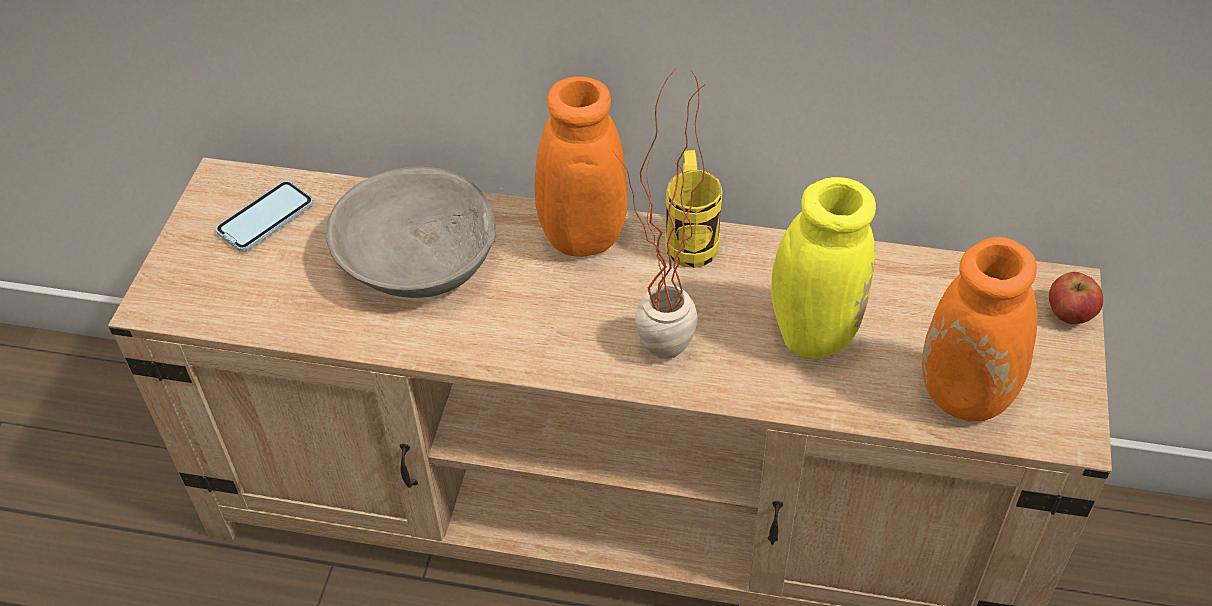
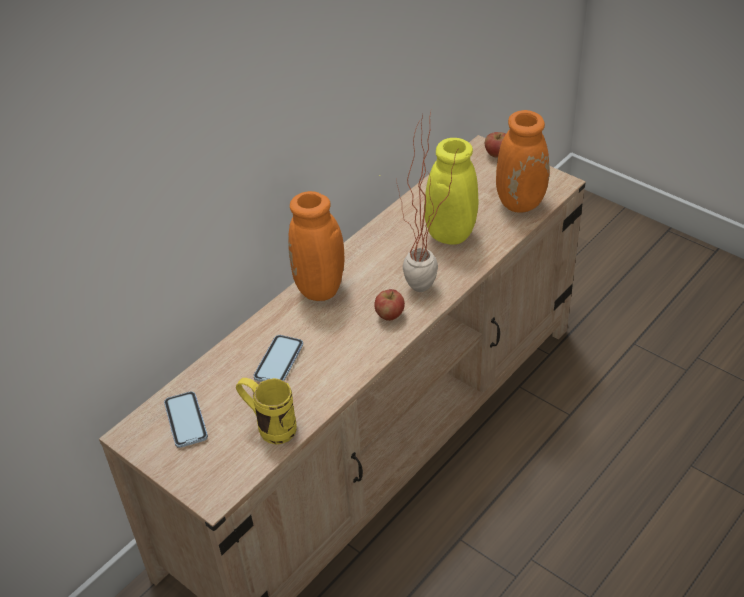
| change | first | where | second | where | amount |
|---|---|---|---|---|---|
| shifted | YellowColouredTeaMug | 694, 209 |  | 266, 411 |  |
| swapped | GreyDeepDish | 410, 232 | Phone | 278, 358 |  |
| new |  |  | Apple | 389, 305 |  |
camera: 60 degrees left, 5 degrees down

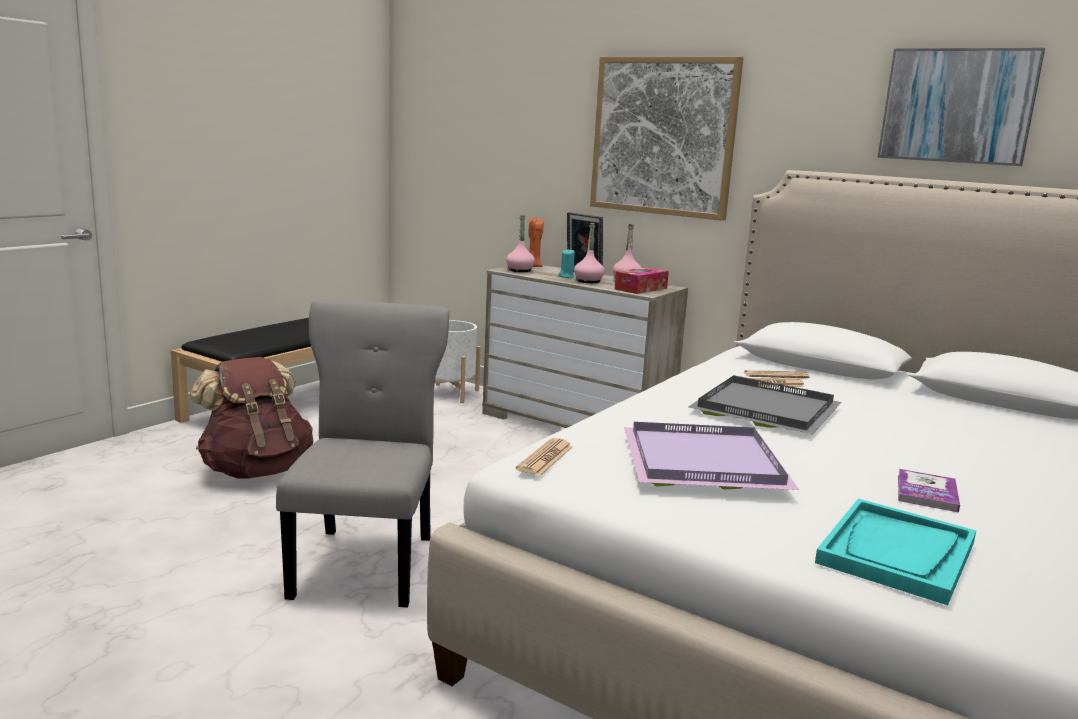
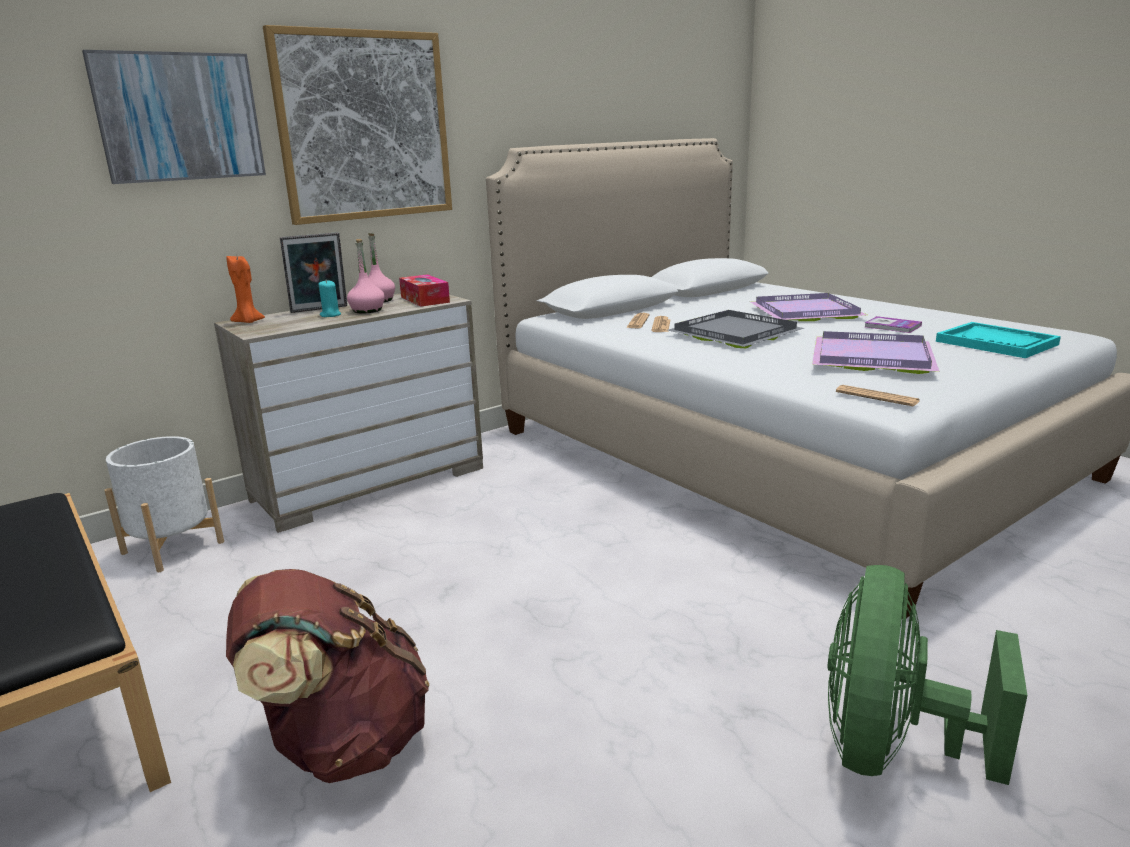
| change | first | where | second | where | amount |
|---|---|---|---|---|---|
| shifted | WallArt | 961, 107 |  | 174, 117 |  |
| new |  |  | PurplishTray | 809, 307 |  |
| new |  |  | GreenColouredCoolingFan | 927, 675 |  |
| gone | GreyUprightChair | 362, 453 |  |  |  |
| gone | PinkishBottle | 520, 243 |  |  |  |
camera: 70 degrees left, 5 degrees up

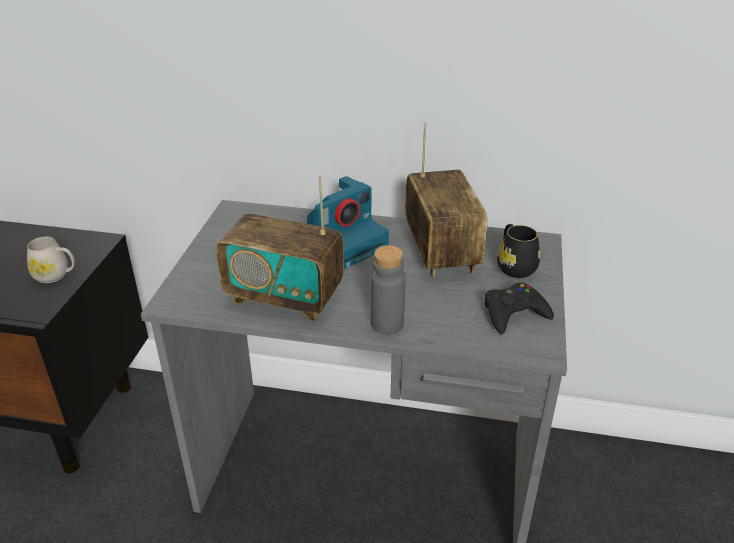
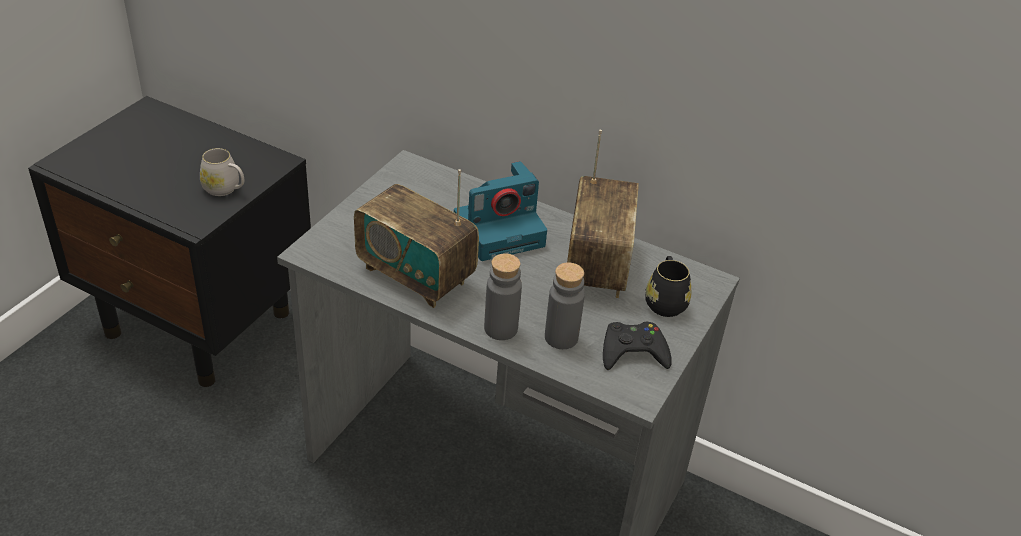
| change | first | where | second | where | amount |
|---|---|---|---|---|---|
| new |  |  | GreyBottle | 565, 305 |  |
camera: 15 degrees right, 5 degrees up

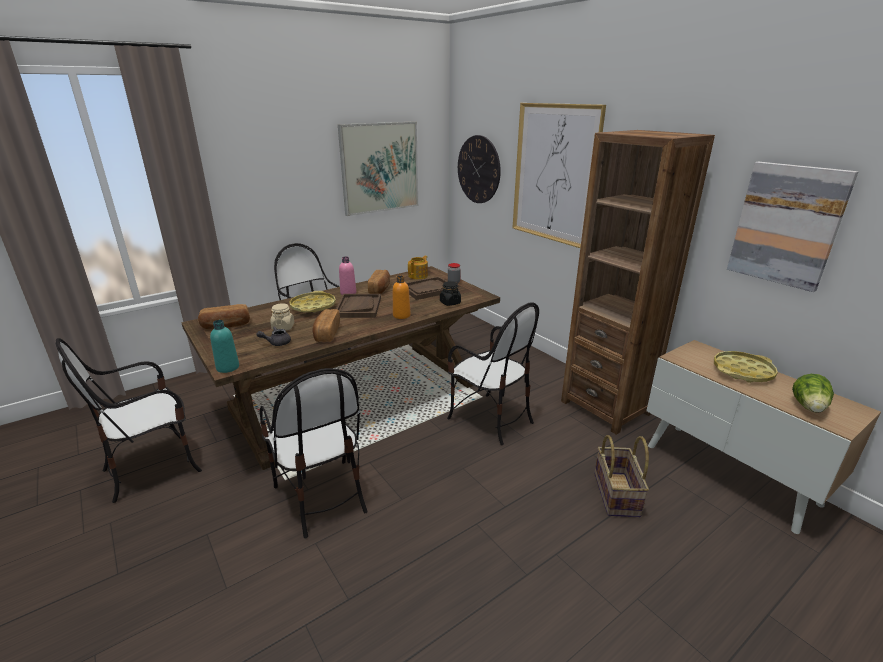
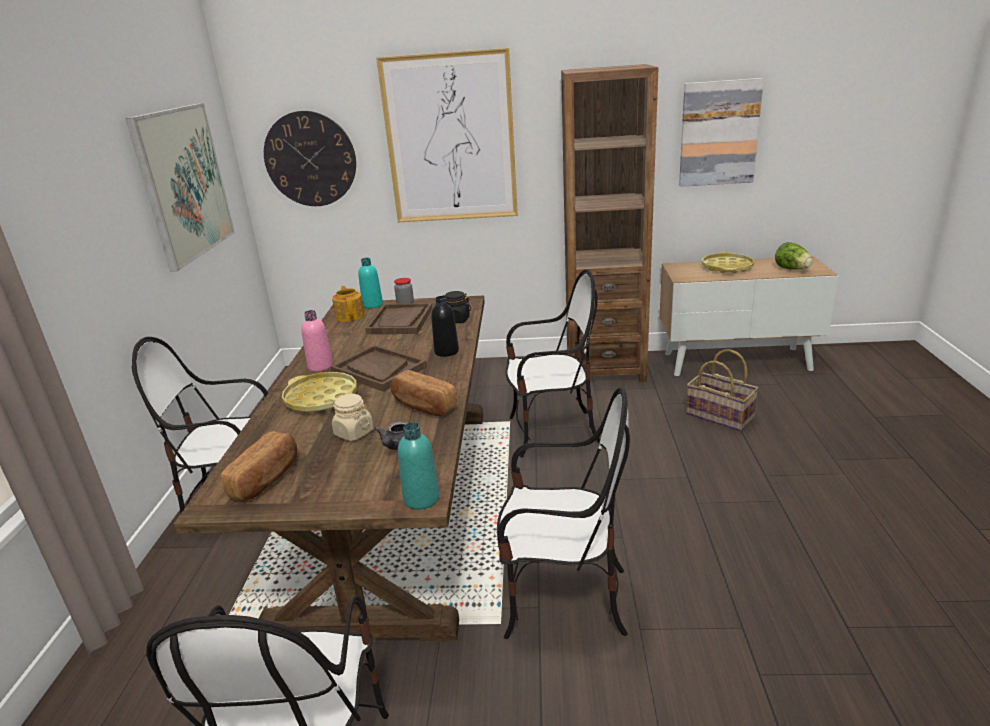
| change | first | where | second | where | amount |
|---|---|---|---|---|---|
| new |  |  | BlueGreenBottle | 370, 283 |  |
| repainted | OrangeyBottle | 402, 297 | BlackishBottle | 445, 326 |  |
| gone | BakeryBread | 379, 282 |  |  |  |
camera: 50 degrees left, 0 degrees up

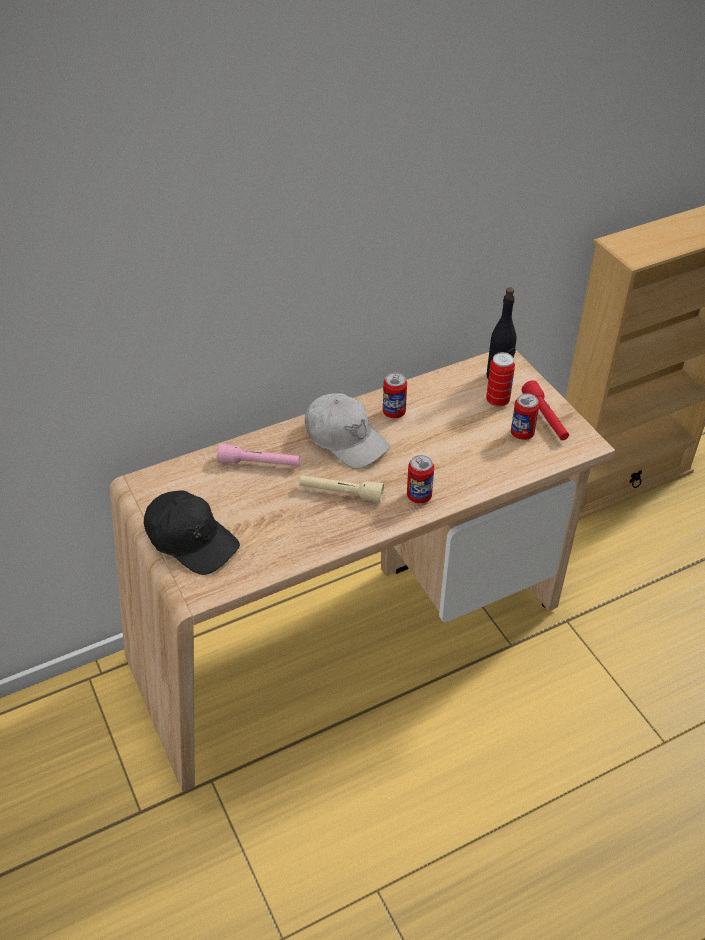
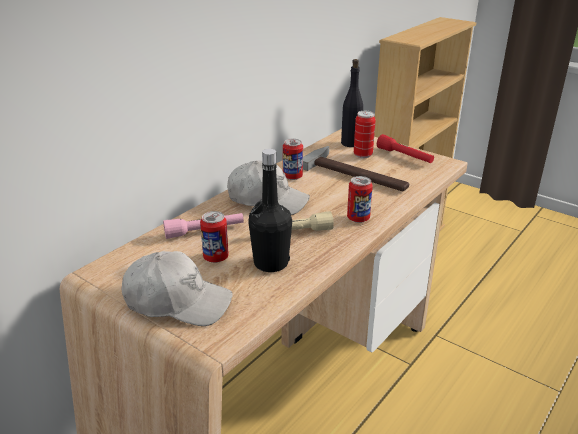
| change | first | where | second | where | amount |
|---|---|---|---|---|---|
| repainted | BlackishCap | 192, 533 | WhiteColouredCap | 177, 288 |  |
| shifted | Can | 525, 416 |  | 214, 237 |  |
| new |  |  | BlackishBottle | 270, 210 |  |
| new |  |  | Hammer | 356, 169 |  |
camera: 25 degrees left, 15 degrees down

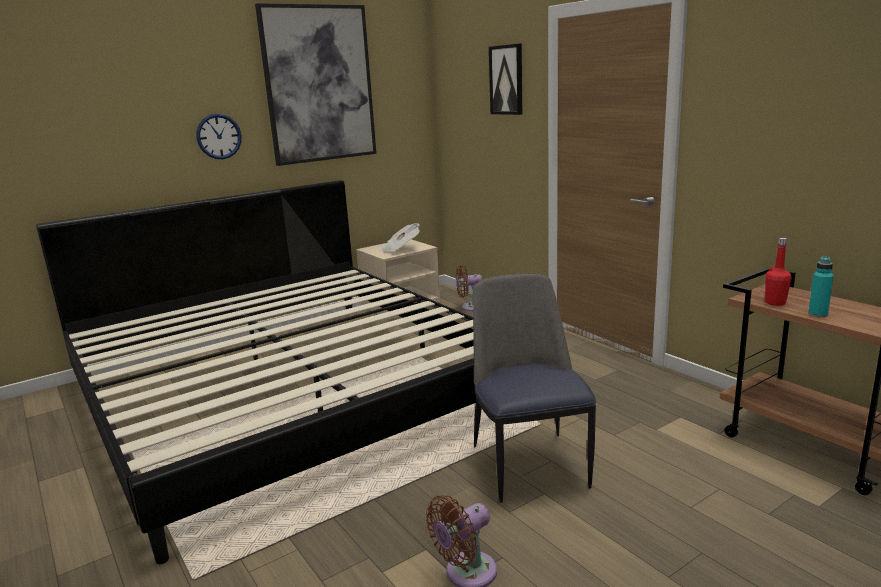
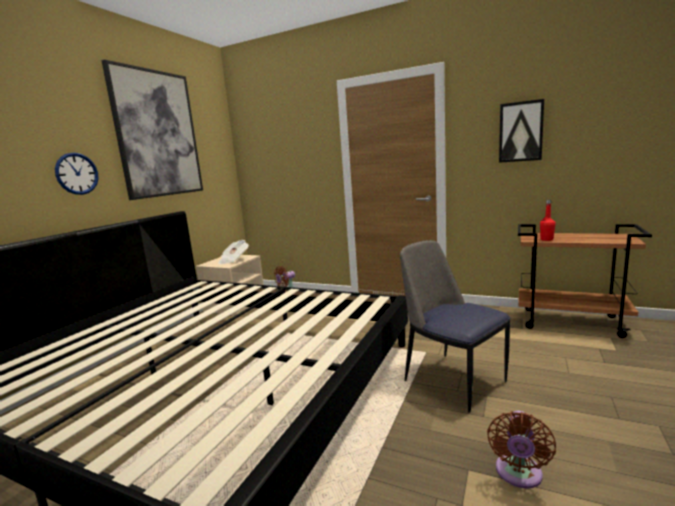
| change | first | where | second | where | amount |
|---|---|---|---|---|---|
| shifted | WallArt | 505, 79 |  | 521, 131 |  |
| gone | BlueGreenBottle | 821, 286 |  |  |  |
camera: 30 degrees left, 5 degrees down

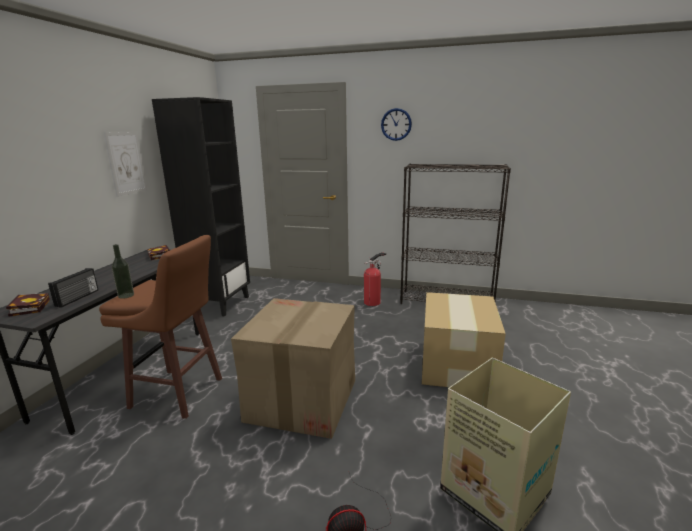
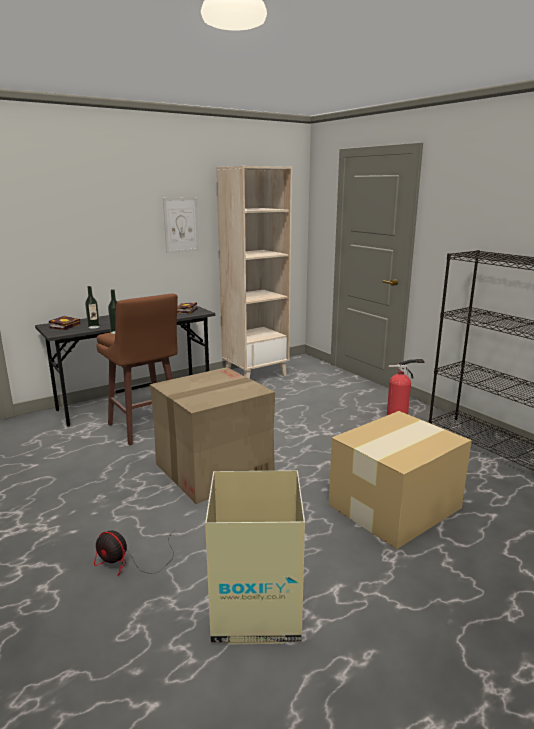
| change | first | where | second | where | amount |
|---|---|---|---|---|---|
| swapped | RadioReceiver | 73, 288 | Bottle | 92, 307 |  |
| repainted | BlackishBookshelf | 201, 207 | SandColouredBookshelf | 254, 272 |  |
| gone | WallClock | 396, 124 |  |  |  |
camera: 40 degrees right, 0 degrees up

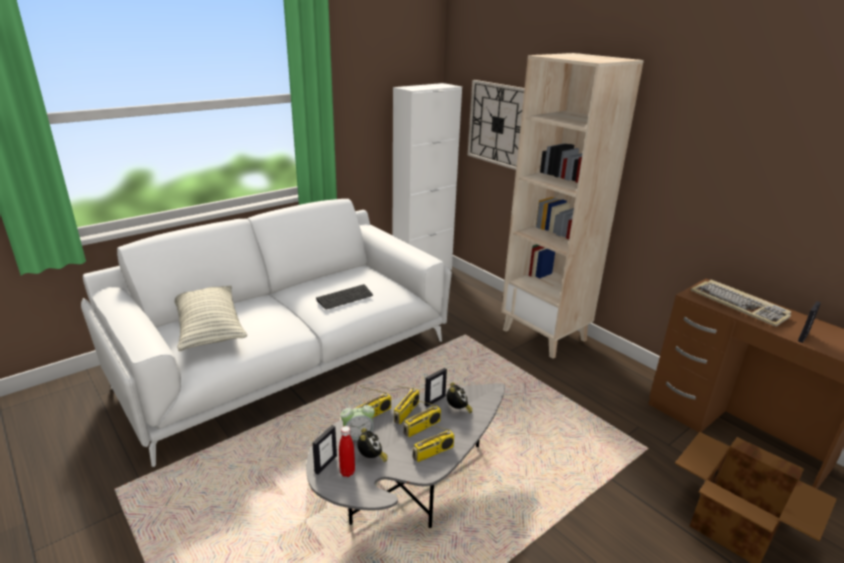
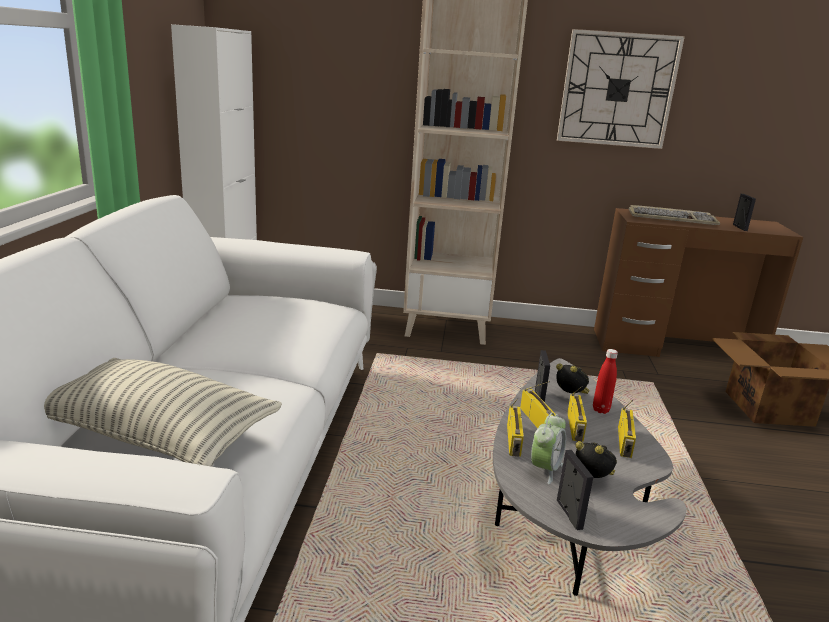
| change | first | where | second | where | amount |
|---|---|---|---|---|---|
| shifted | WallClock | 496, 125 |  | 621, 89 |  |
| shifted | RedBottle | 347, 451 |  | 605, 381 |  |
| gone | ComputerKeyboard | 344, 296 |  |  |  |
camera: 45 degrees left, 5 degrees down

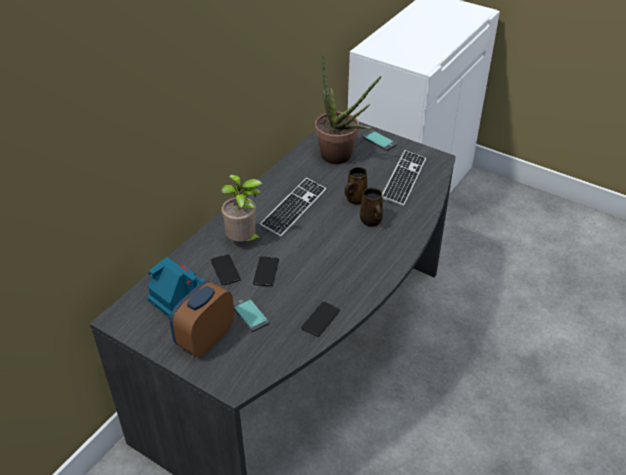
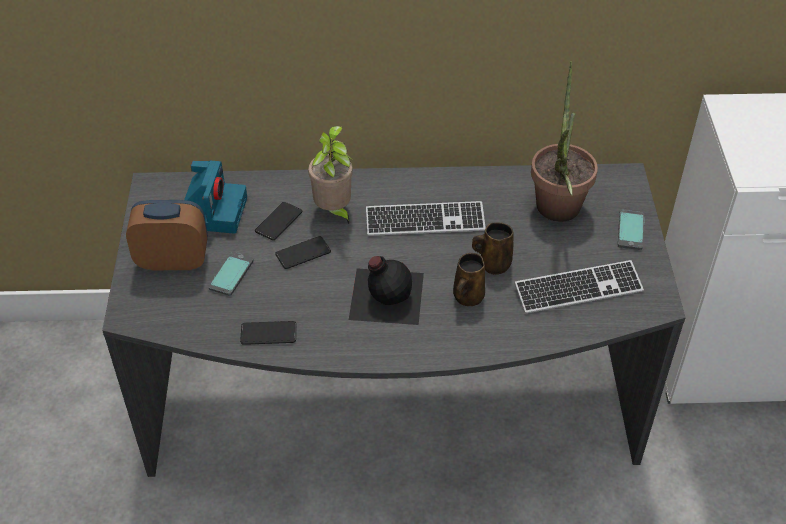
| change | first | where | second | where | amount |
|---|---|---|---|---|---|
| new |  |  | BlackishBottle | 386, 290 |  |
camera: 55 degrees right, 5 degrees up

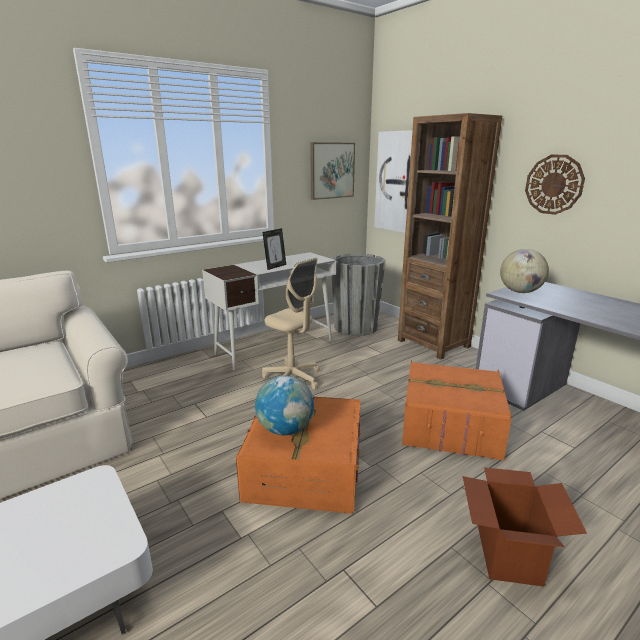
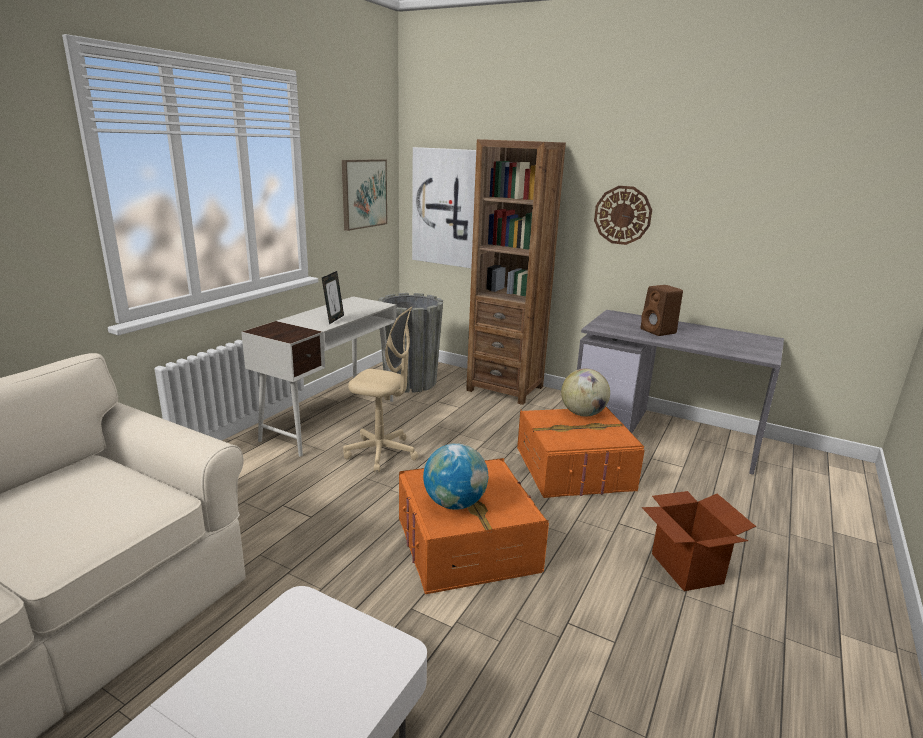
| change | first | where | second | where | amount |
|---|---|---|---|---|---|
| shifted | DeskGlobe | 524, 271 |  | 585, 393 |  |
| new |  |  | BrownishAudioSpeaker | 662, 310 |  |
camera: 25 degrees left, 0 degrees up

